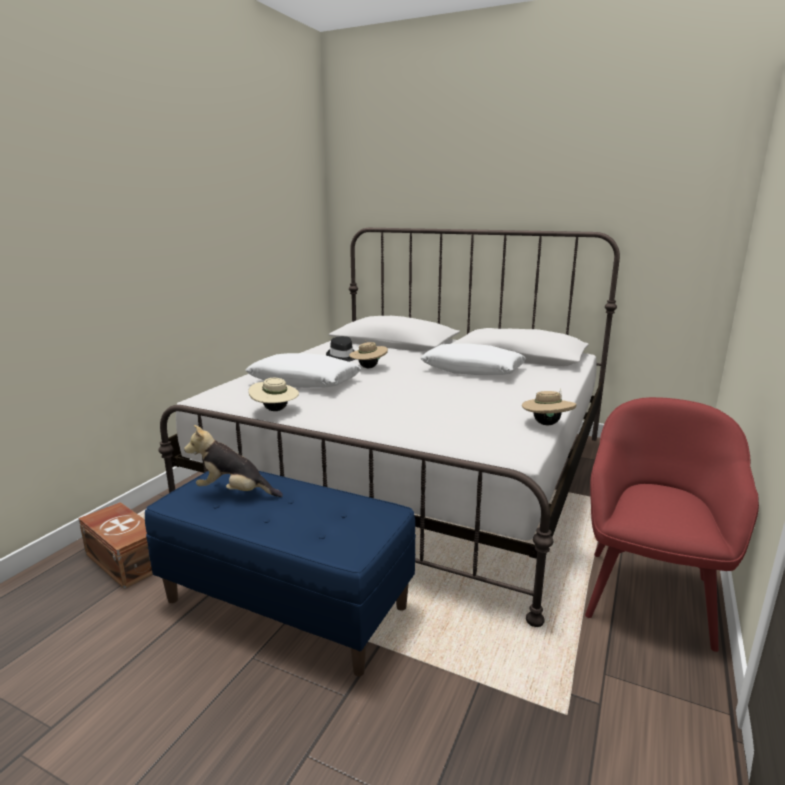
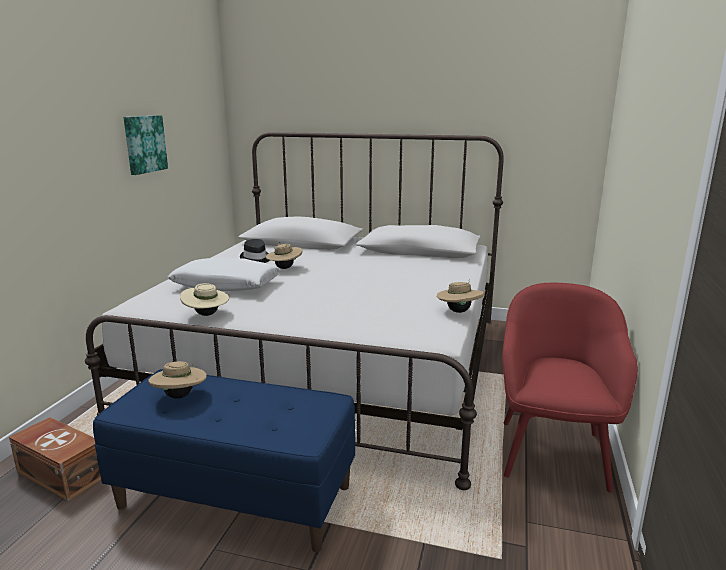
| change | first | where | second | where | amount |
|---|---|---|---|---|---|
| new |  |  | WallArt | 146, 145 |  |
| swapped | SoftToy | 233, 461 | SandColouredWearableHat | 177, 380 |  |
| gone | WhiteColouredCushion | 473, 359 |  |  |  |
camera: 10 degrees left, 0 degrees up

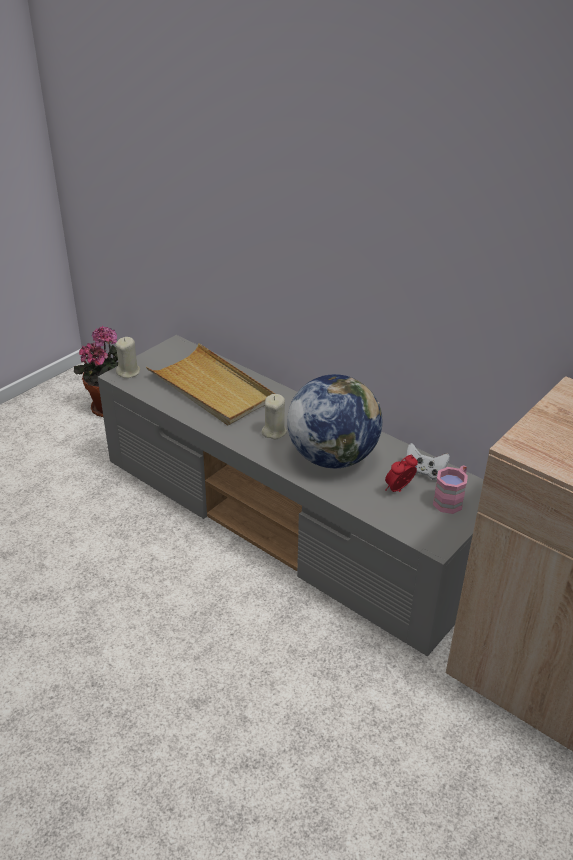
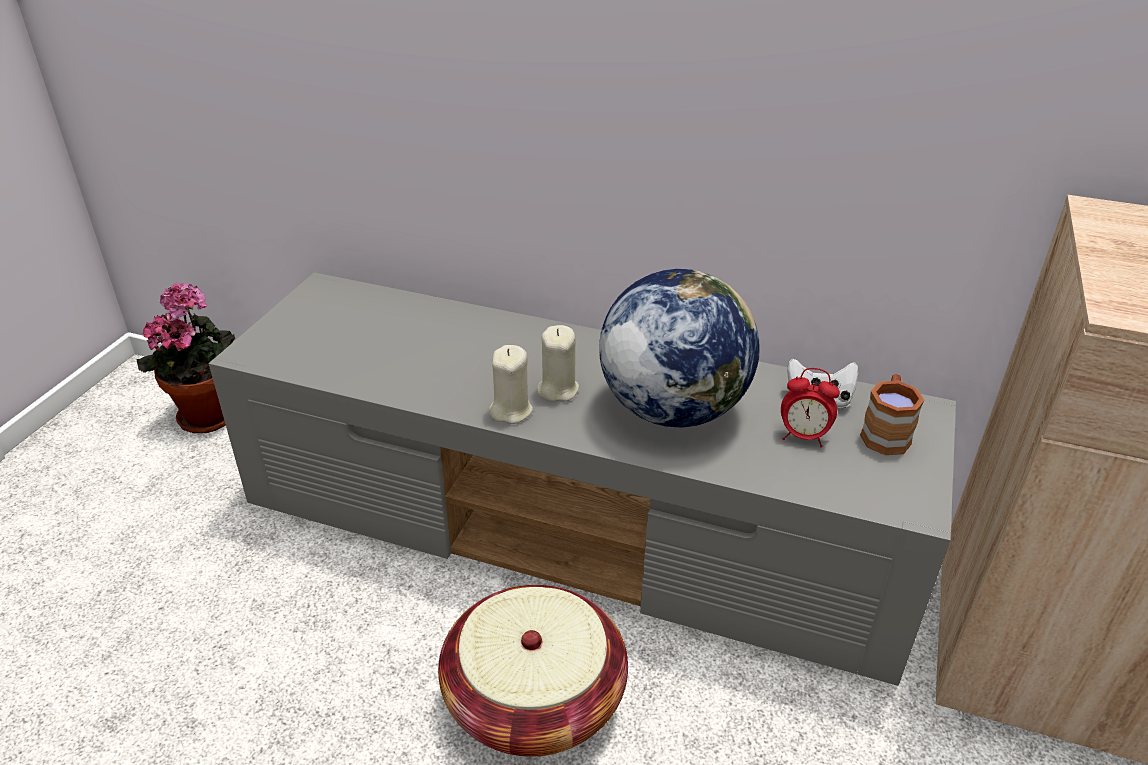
| change | first | where | second | where | amount |
|---|---|---|---|---|---|
| new |  |  | HouseholdBasket | 533, 671 |  |
| shifted | SandColouredWaxCandle | 127, 357 |  | 511, 384 |  |
| rotated | TableClock | 401, 473 |  | 810, 407 | 105 degrees counterclockwise |
| repainted | PinkishTeaMug | 450, 489 | BrownishTeaMug | 892, 414 |  |
| gone | SandColouredTray | 210, 384 |  |  |  |
camera: 20 degrees left, 0 degrees up

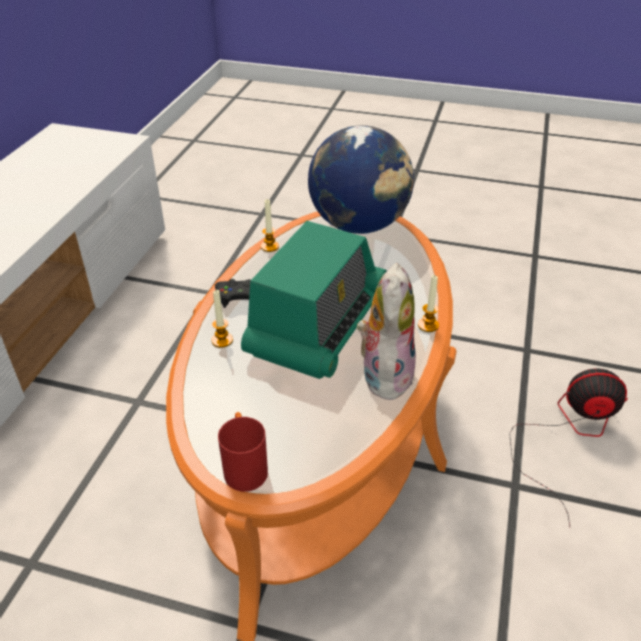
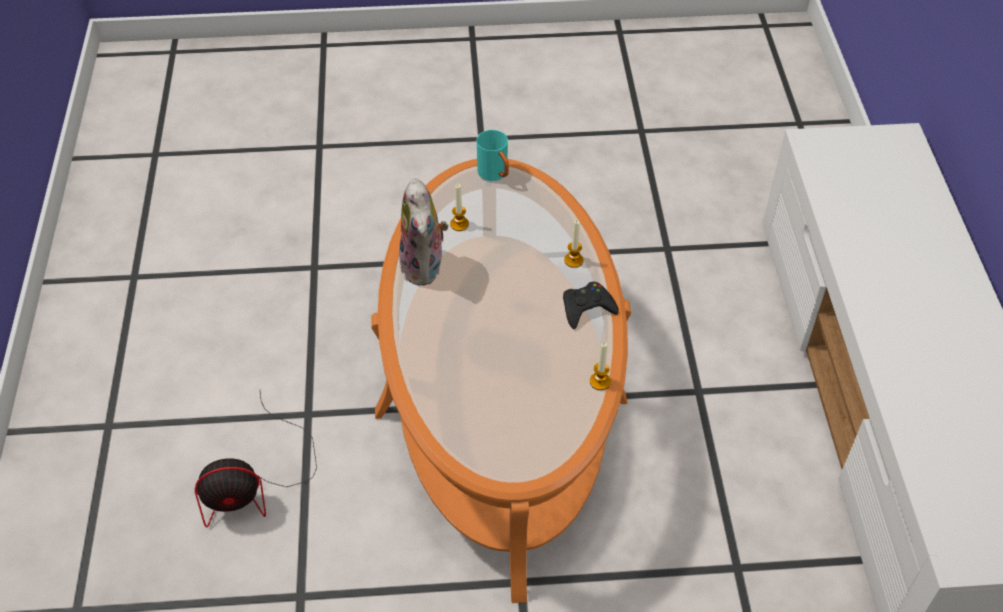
| change | first | where | second | where | amount |
|---|---|---|---|---|---|
| shifted | WaxCandle | 428, 303 |  | 459, 207 |  |
| repainted | RedTeaMug | 243, 452 | BlueGreenTeaMug | 493, 155 |  |
| gone | RadioReceiver | 314, 300 |  |  |  |
| gone | DeskGlobe | 361, 179 |  |  |  |
camera: 160 degrees right, 10 degrees up

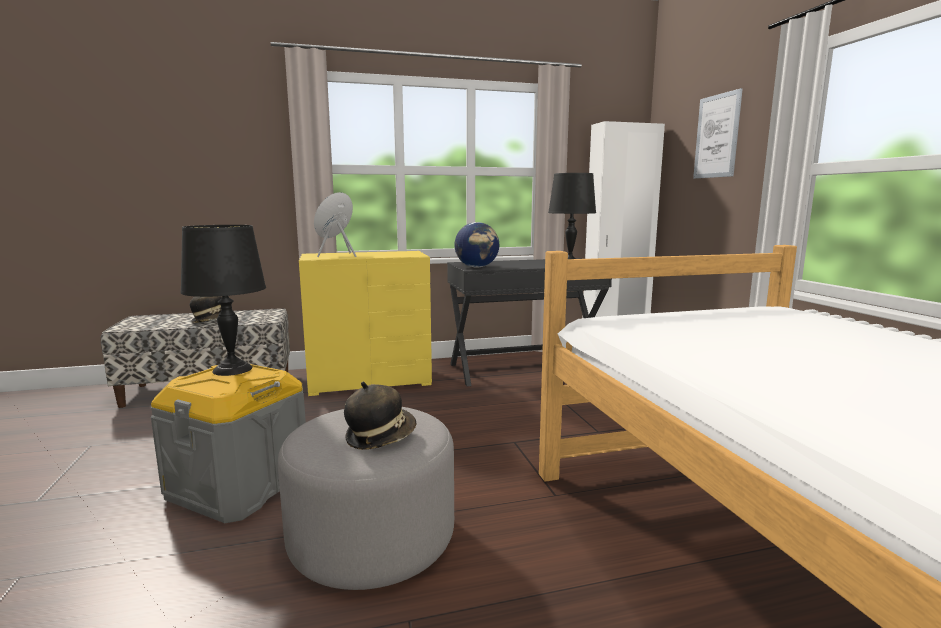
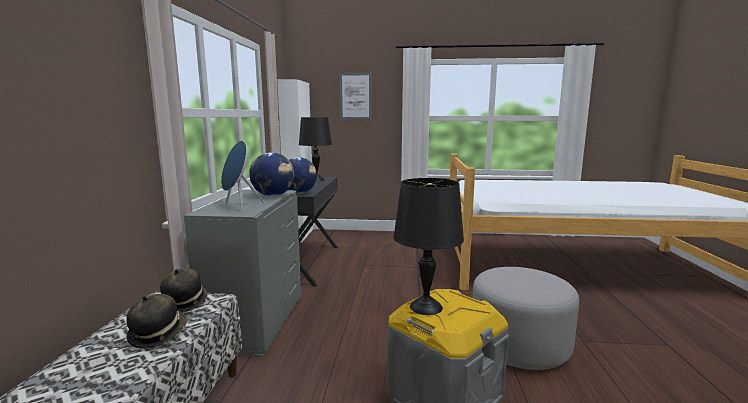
| change | first | where | second | where | amount |
|---|---|---|---|---|---|
| shifted | WearableHat | 380, 416 |  | 184, 290 |  |
| repainted | YellowColouredChestOfDrawers | 365, 323 | GreyChestOfDrawers | 242, 274 |  |
| new |  |  | DeskGlobe | 271, 174 |  |
camera: 70 degrees left, 0 degrees up

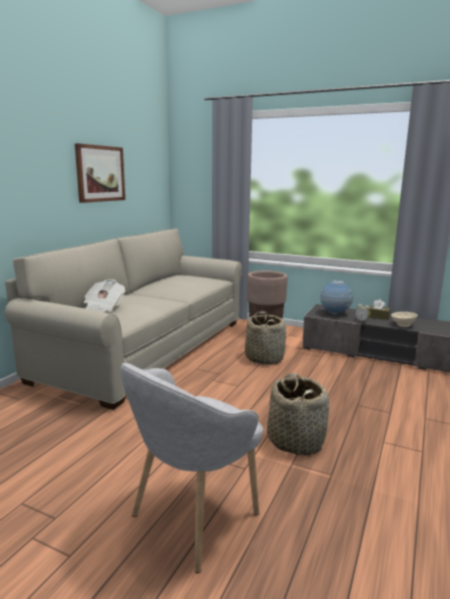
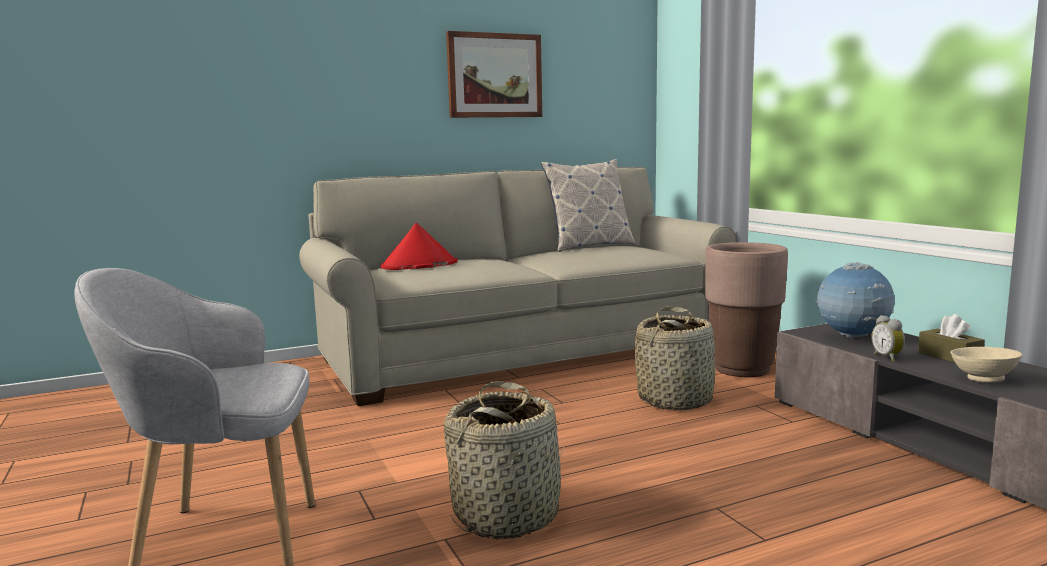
| change | first | where | second | where | amount |
|---|---|---|---|---|---|
| swapped | PrintedPaper | 104, 295 | RedWearableHat | 419, 246 |  |
| new |  |  | Cushion | 588, 205 |  |
camera: 40 degrees right, 5 degrees down

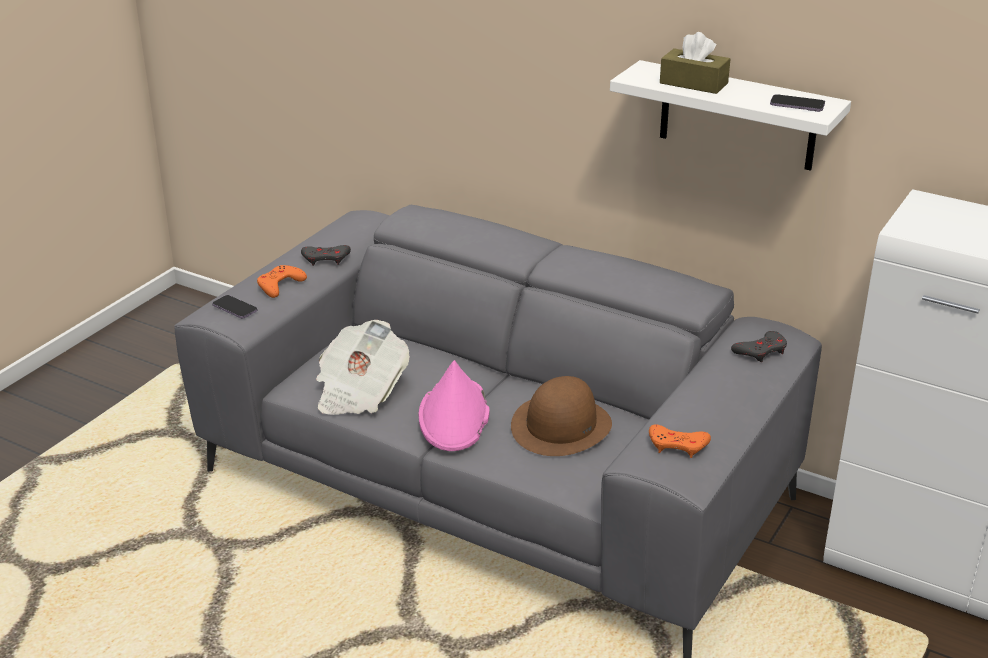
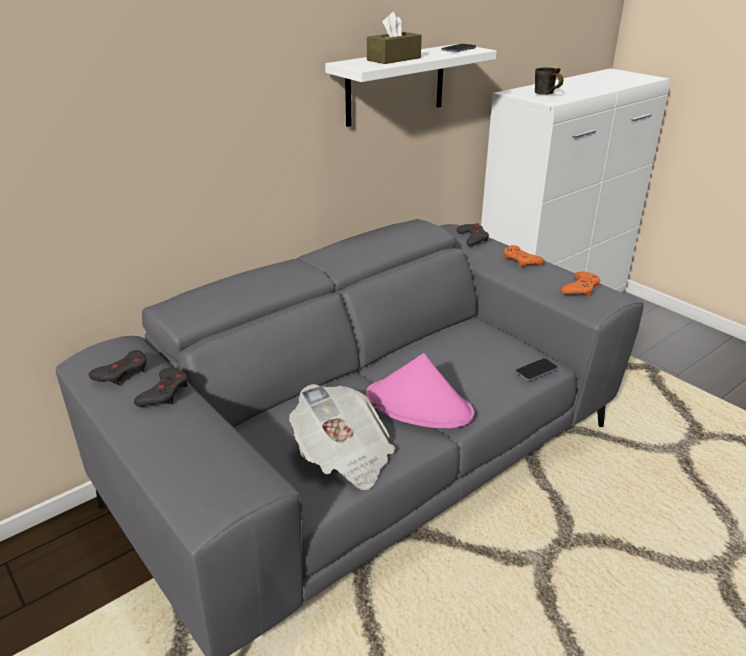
| change | first | where | second | where | amount |
|---|---|---|---|---|---|
| new |  |  | GreyGamepad | 117, 367 |  |
| shifted | OrangeyGamepad | 282, 281 |  | 524, 256 |  |
| shifted | Phone | 235, 306 |  | 536, 369 |  |
| new |  |  | GreyTeaMug | 549, 81 |  |
| gone | BrownishWearableHat | 561, 416 |  |  |  |
camera: 70 degrees left, 0 degrees up

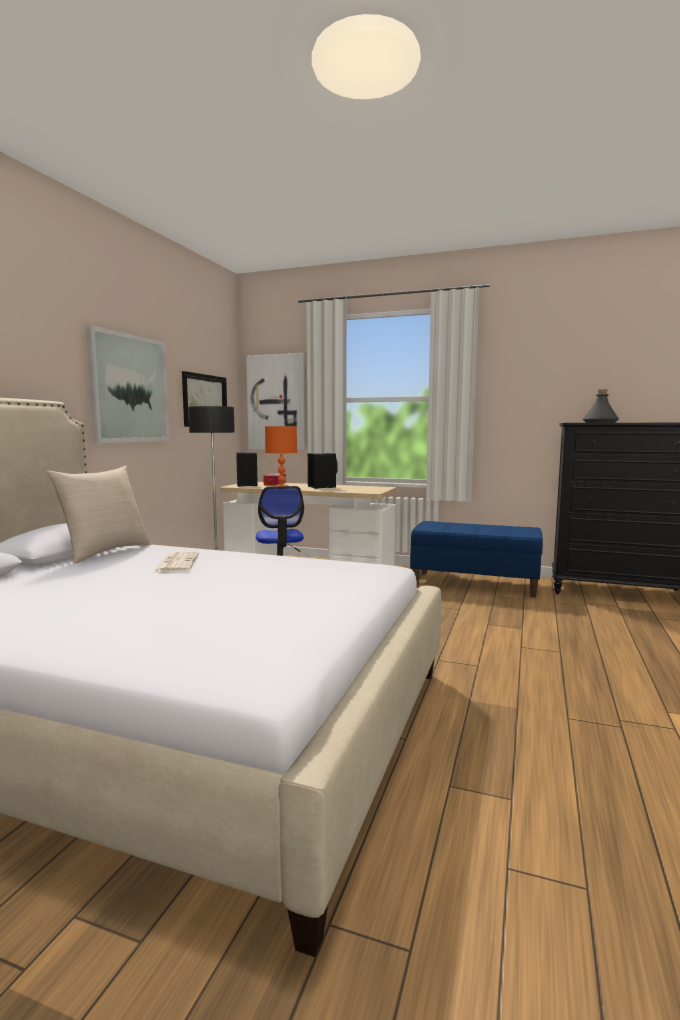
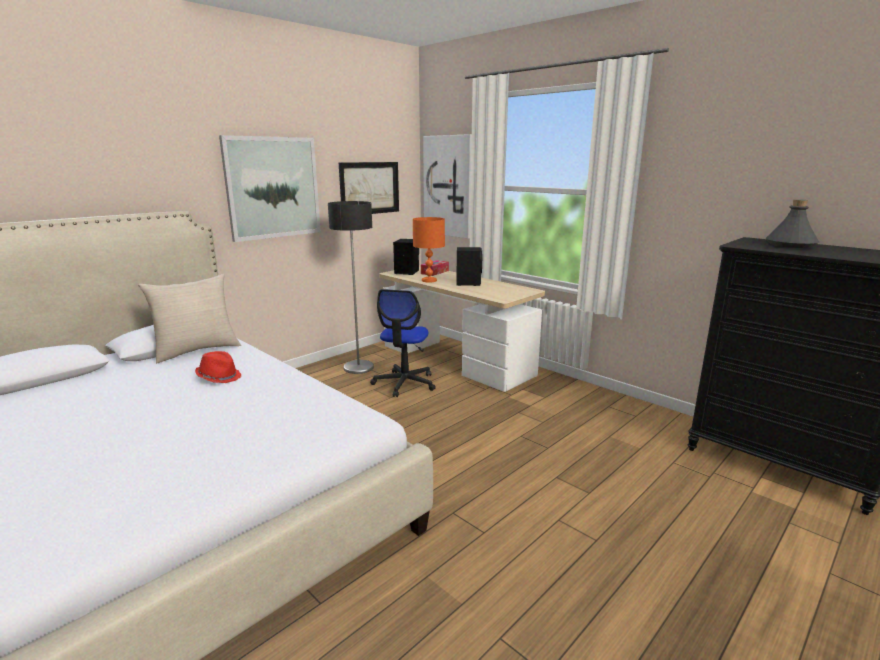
| change | first | where | second | where | amount |
|---|---|---|---|---|---|
| swapped | PrintedPaper | 176, 562 | RedWearableHat | 218, 367 |  |
| gone | BlueColouredBench | 476, 559 |  |  |  |
camera: 25 degrees right, 10 degrees up

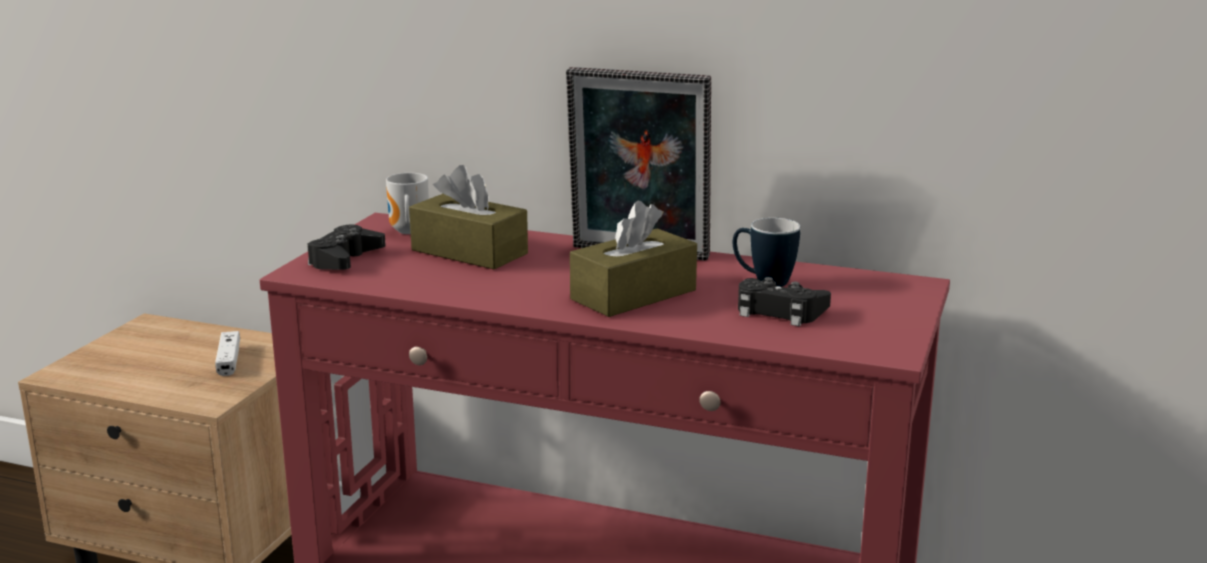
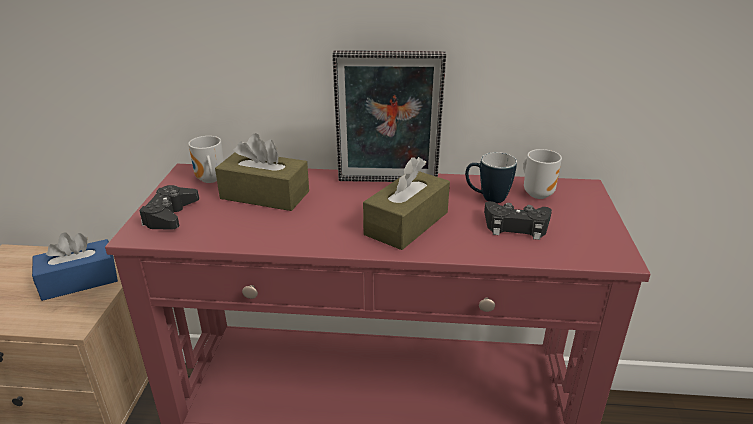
| change | first | where | second | where | amount |
|---|---|---|---|---|---|
| swapped | WhiteColouredGamepad | 227, 353 | BlueColouredTissueBox | 75, 266 |  |
| new |  |  | TeaMug | 542, 174 |  |
camera: 15 degrees left, 10 degrees up

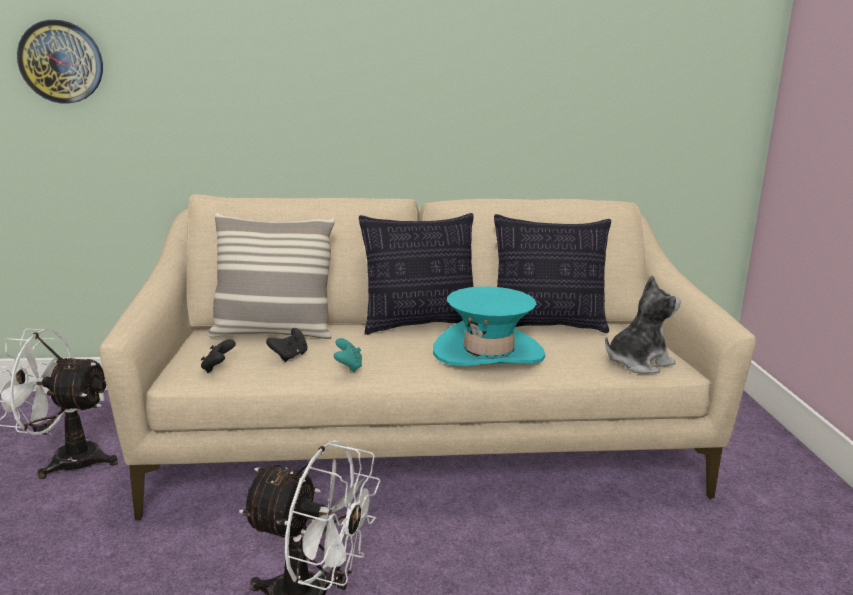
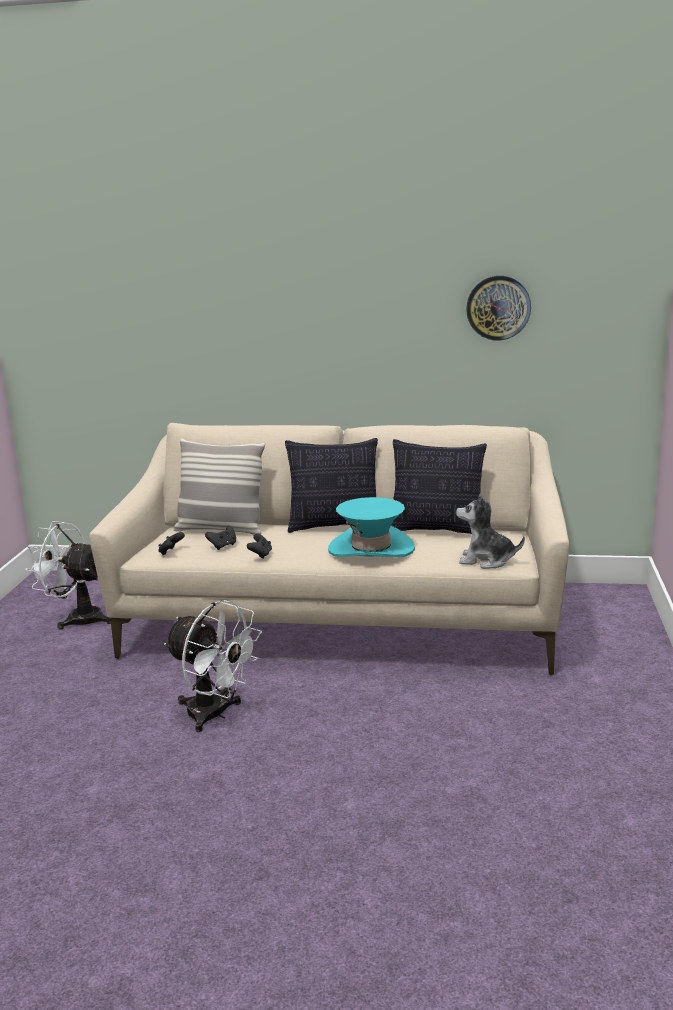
| change | first | where | second | where | amount |
|---|---|---|---|---|---|
| repainted | BlueGreenGamepad | 348, 355 | BlackishGamepad | 259, 546 |  |
| rotated | SoftToy | 643, 325 |  | 490, 531 | 150 degrees counterclockwise |
| shifted | WallClock | 60, 62 |  | 498, 308 |  |
camera: 15 degrees right, 0 degrees up

